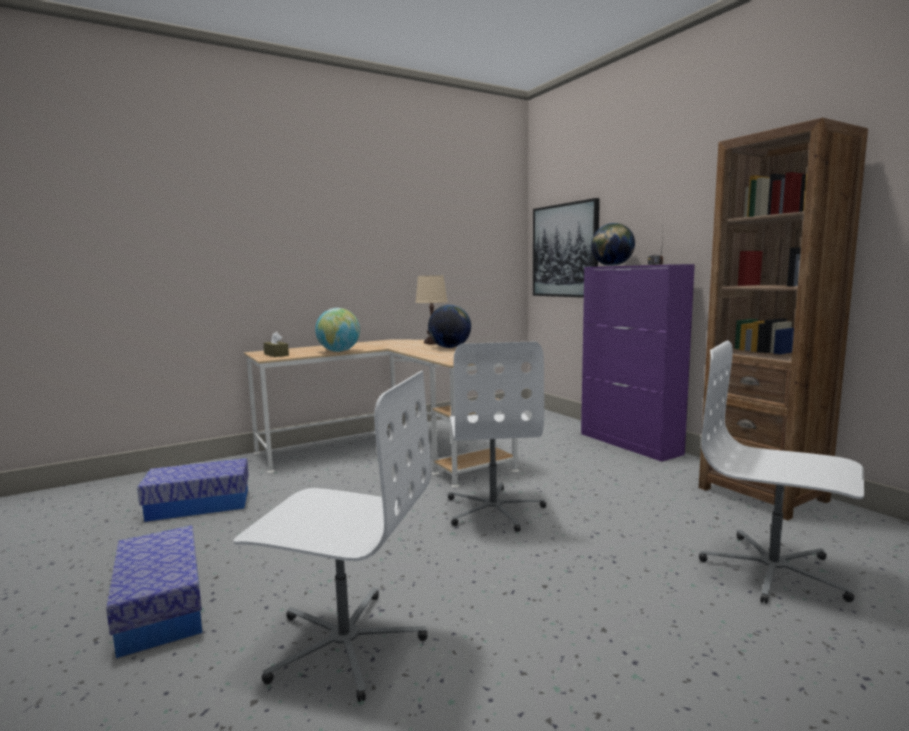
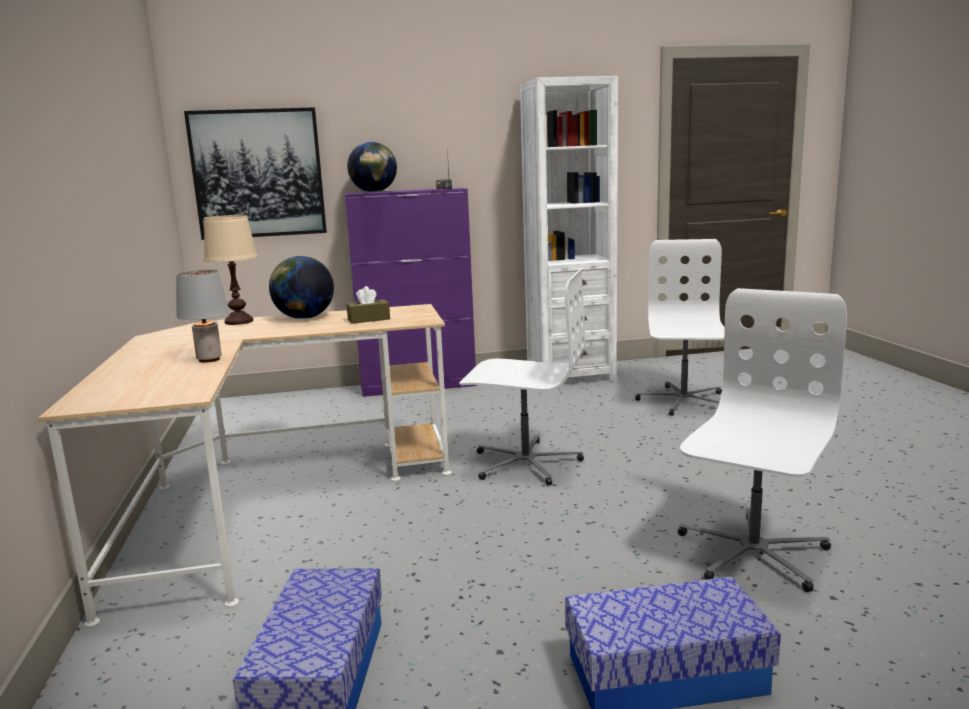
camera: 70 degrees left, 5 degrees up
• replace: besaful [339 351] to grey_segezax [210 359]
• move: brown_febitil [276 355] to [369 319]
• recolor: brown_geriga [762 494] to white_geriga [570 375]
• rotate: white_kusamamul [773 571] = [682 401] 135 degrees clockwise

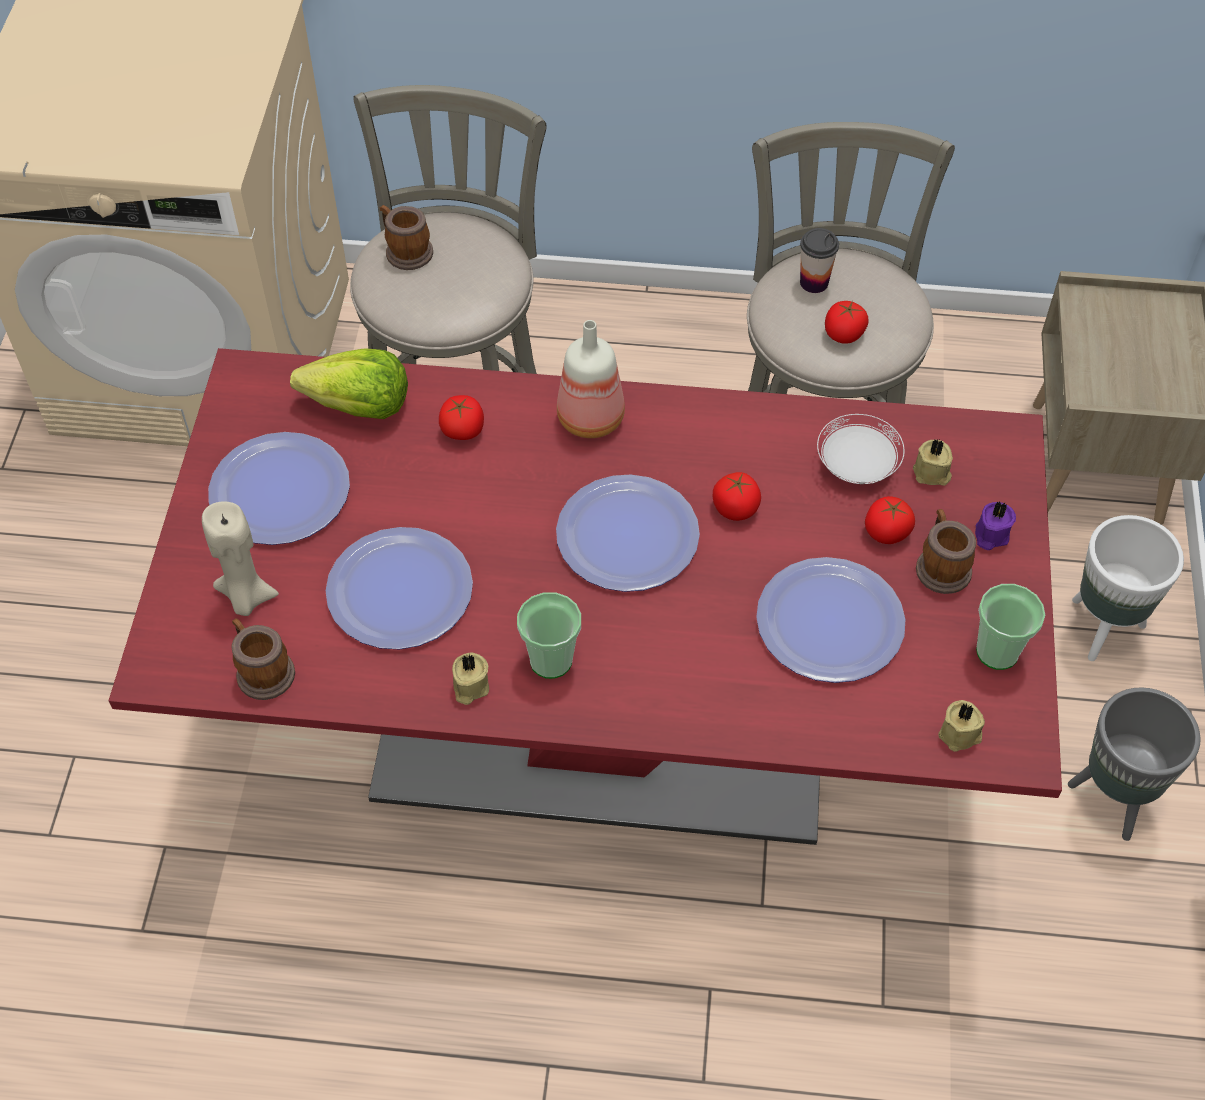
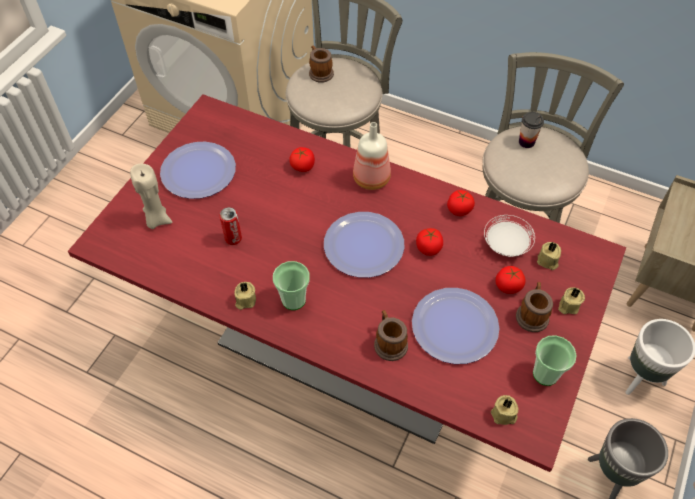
camera: 20 degrees right, 0 degrees up
• replace: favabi [399 590] to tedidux [233 239]
• move: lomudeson [262 670] to [389 342]
• move: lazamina [843 334] to [459 210]
• recolor: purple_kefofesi [990 535] to beige_kefofesi [568 306]
• delete: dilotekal [359 407]

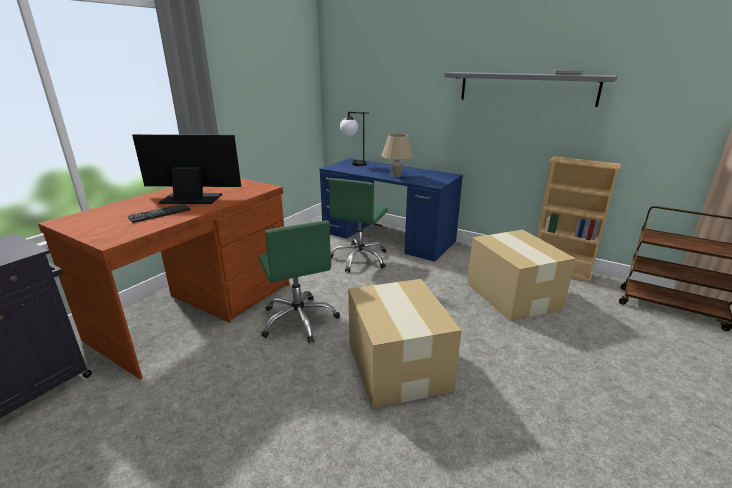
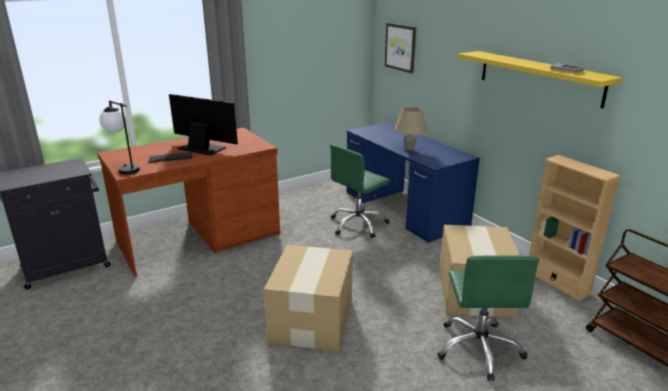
camera: 25 degrees right, 0 degrees up
• move: segezax [353 164] to [124 169]
• insert: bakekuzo [400 47]
• move: green_kusamamul [299 320] to [479 348]
• recolor: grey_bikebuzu [526 88] to yellow_bikebuzu [539 77]

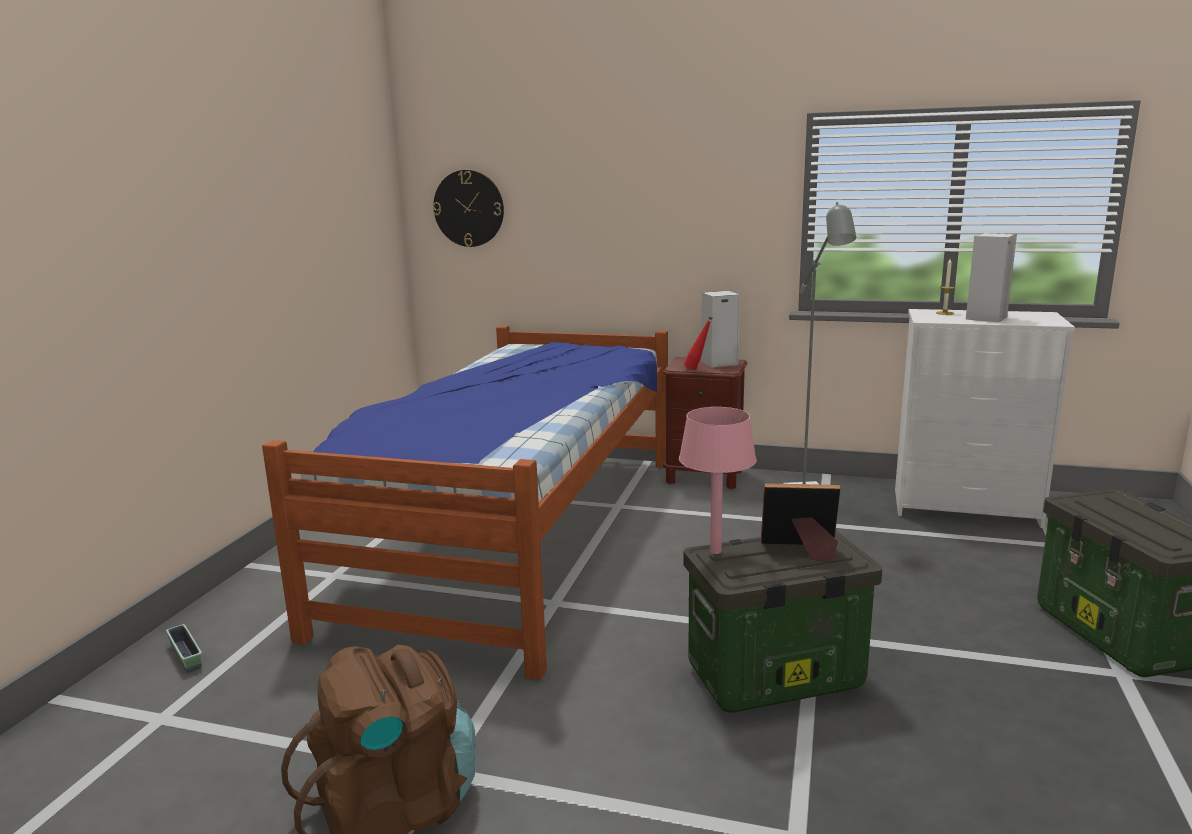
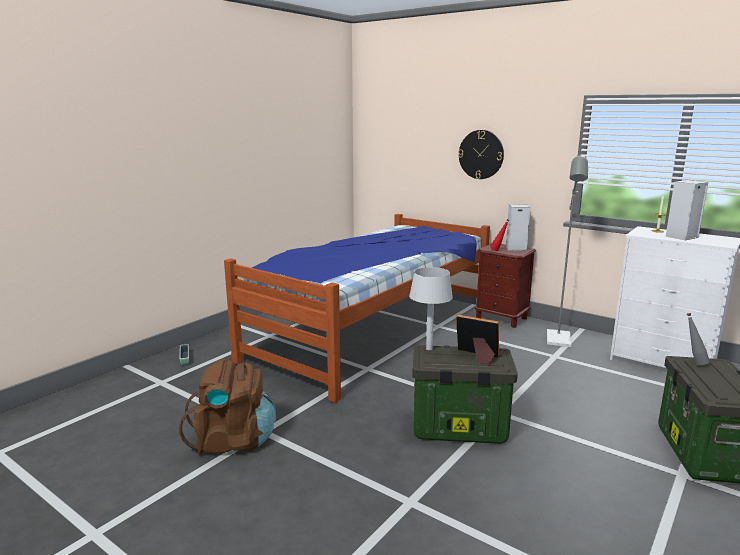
camera: 20 degrees right, 0 degrees up
• recolor: pink_segezax [714 551] to grey_segezax [428 348]
• move: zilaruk [469 208] to [481 154]
• insert: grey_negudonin [693 362]

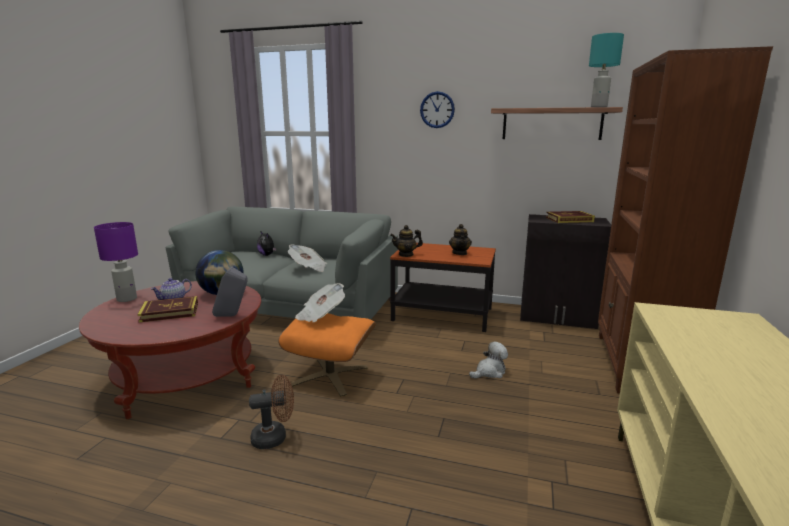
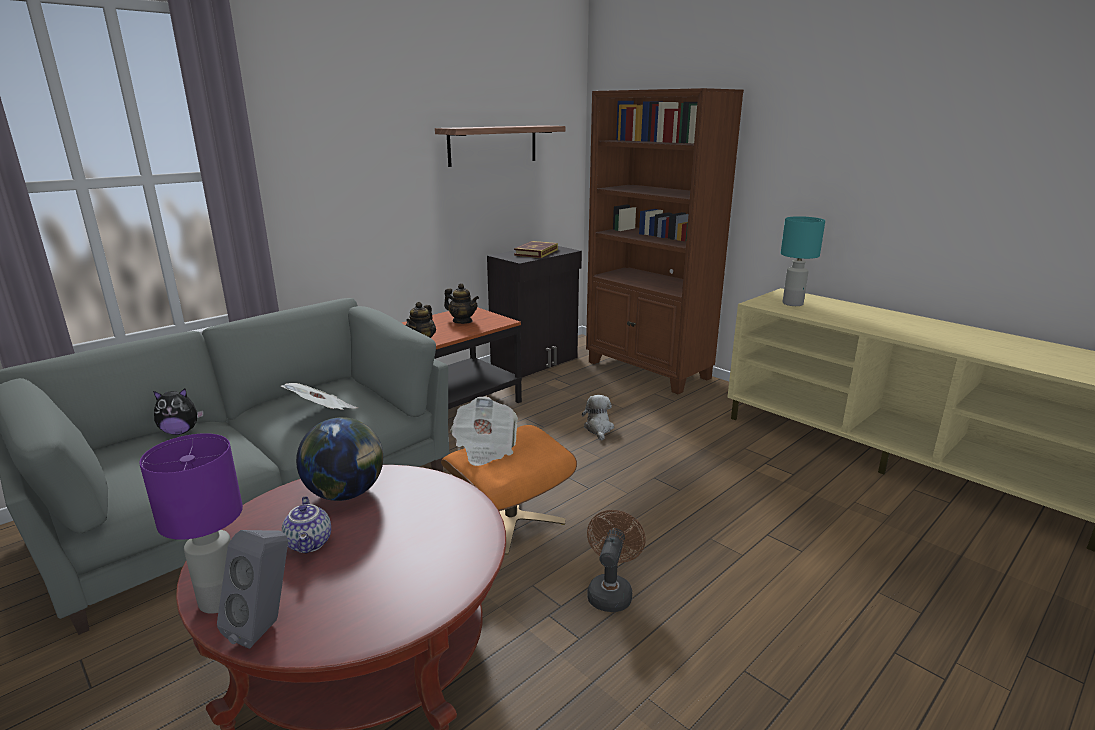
camera: 60 degrees left, 5 degrees up
• move: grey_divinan [232 316] to [266 626]
• move: turquoise_segezax [599 107] to [792 303]
• delete: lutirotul [169 312]
• delete: zilaruk [437 110]

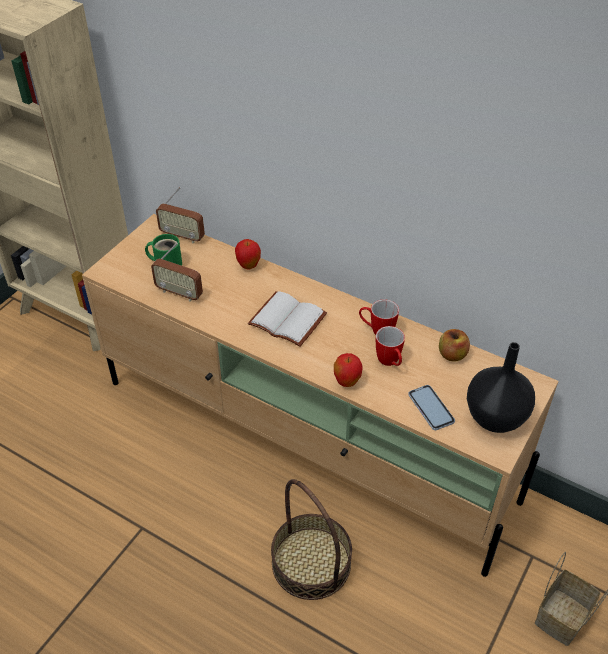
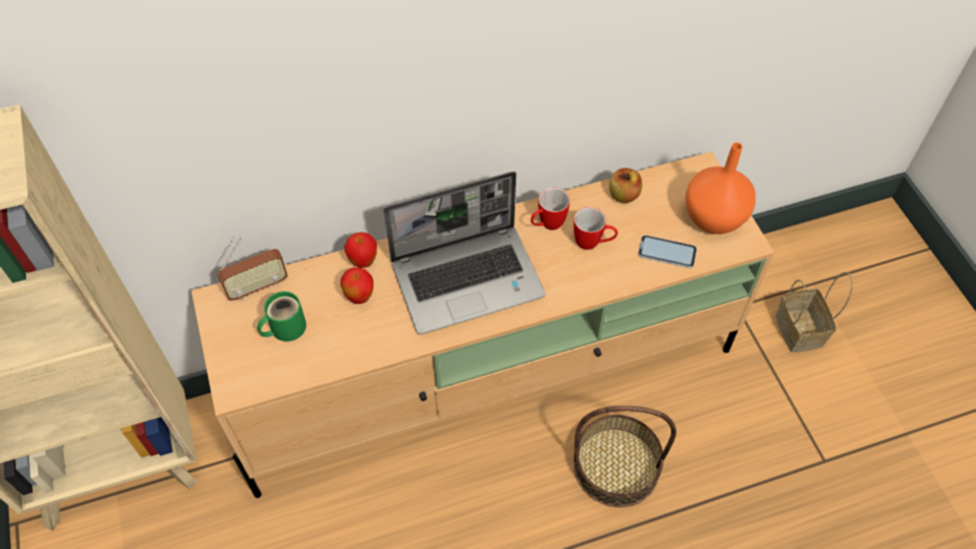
camera: 50 degrees left, 10 degrees up
• move: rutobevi [347 382] to [359 297]
• replace: white_lutirotul [289 319] to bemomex [468 278]
• recolor: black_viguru [496 417] to orange_viguru [714 218]
• delete: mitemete [179 293]

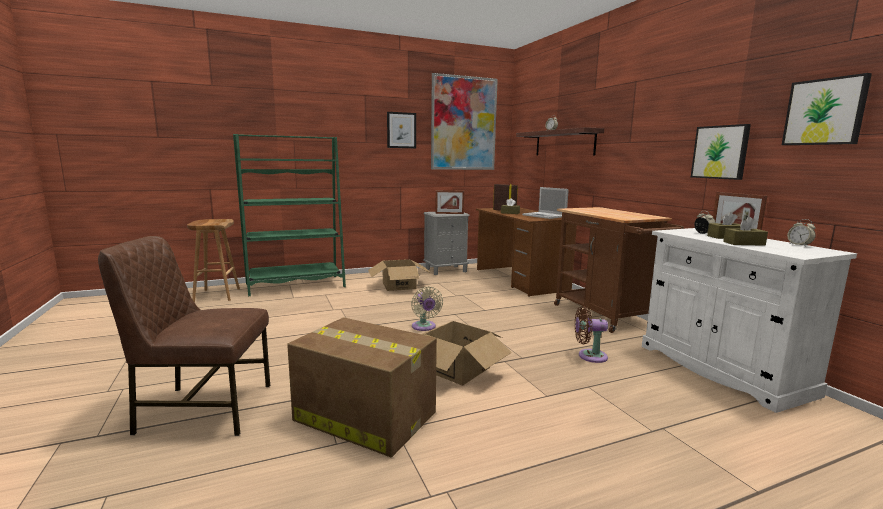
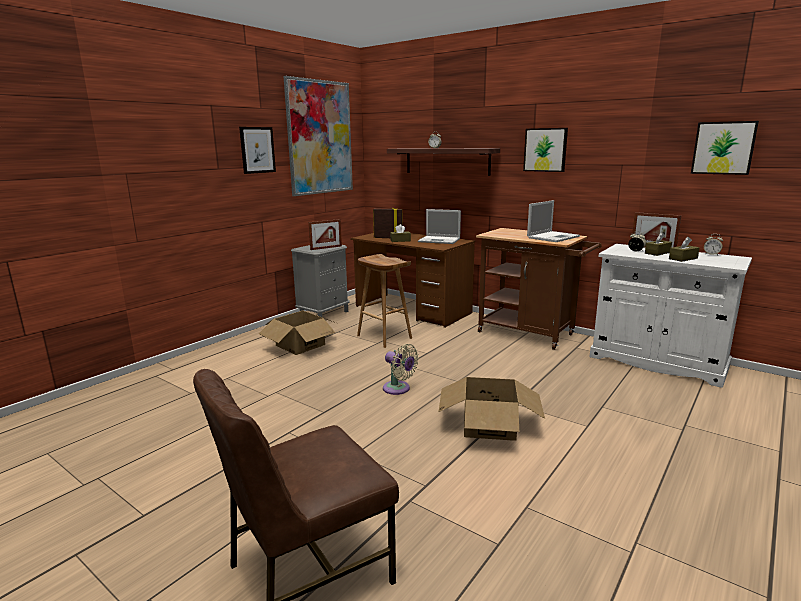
camera: 30 degrees left, 5 degrees up
• move: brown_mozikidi [216 295] to [383 337]
• move: bakekuzo [720 152] to [545 150]
• insert: bemomex [553 237]
• delete: green_geriga [295 285]
• delete: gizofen [363 416]
• delete: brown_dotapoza [589 356]

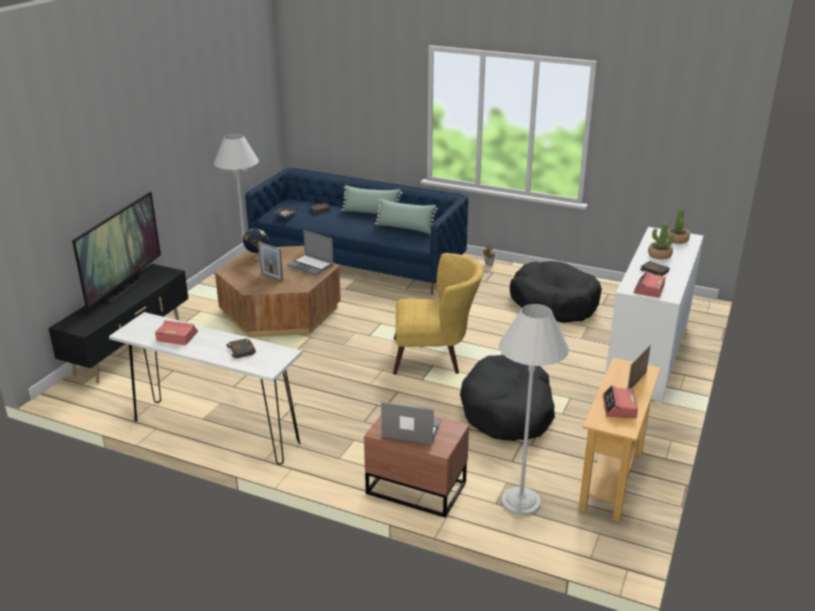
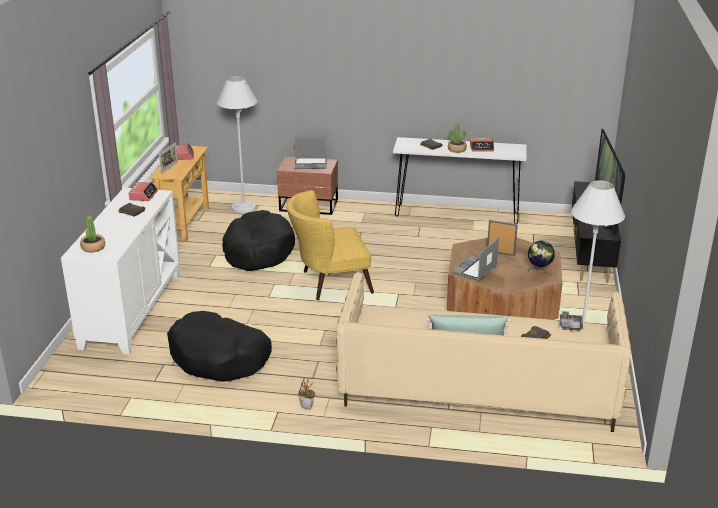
camera: 165 degrees right, 0 degrees up
• recolor: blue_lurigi [358 260] to beige_lurigi [477 388]
• move: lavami [659 255] to [457 149]
• rotate: bemomex [311 266] = [475 270] 75 degrees counterclockwise
• delete: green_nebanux [405 228]

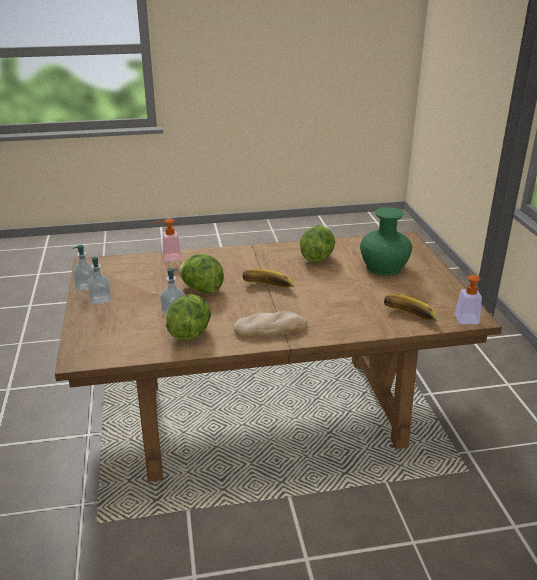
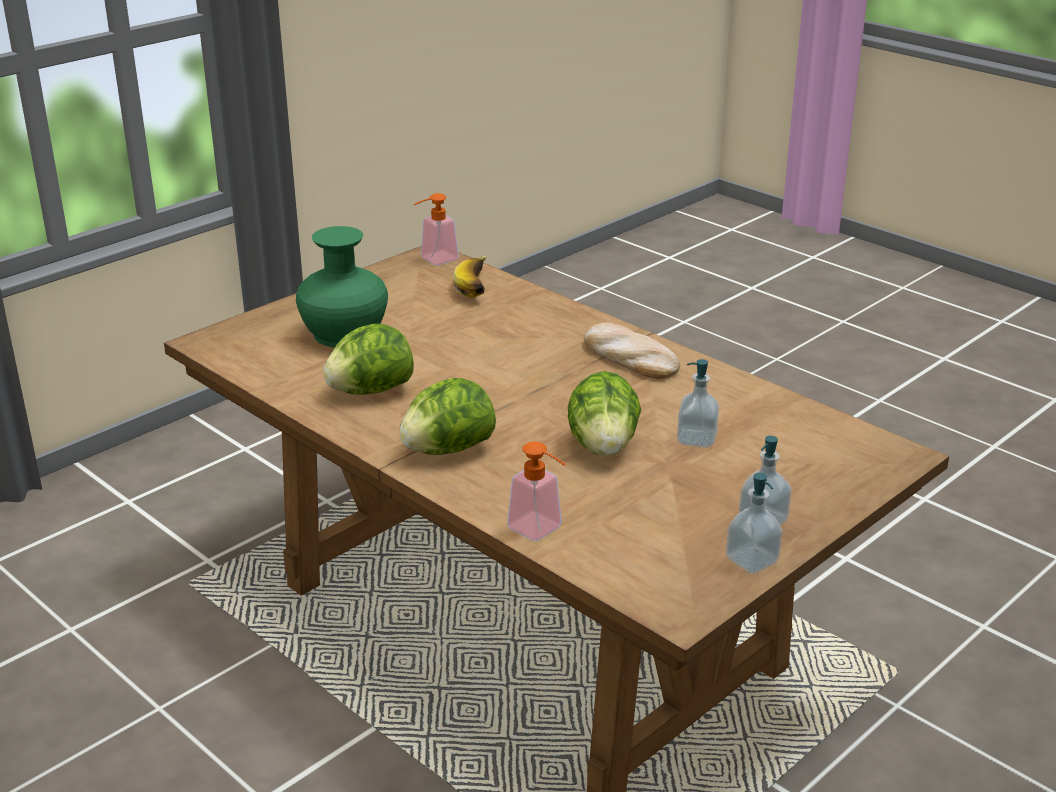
camera: 125 degrees left, 0 degrees up
• move: dilotekal [190 333] to [448 450]
• delete: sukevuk [268 288]

